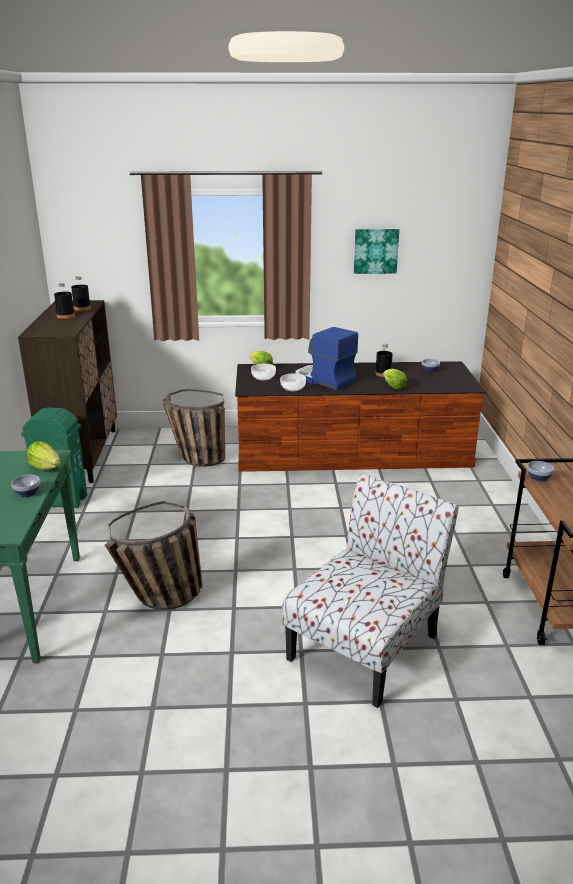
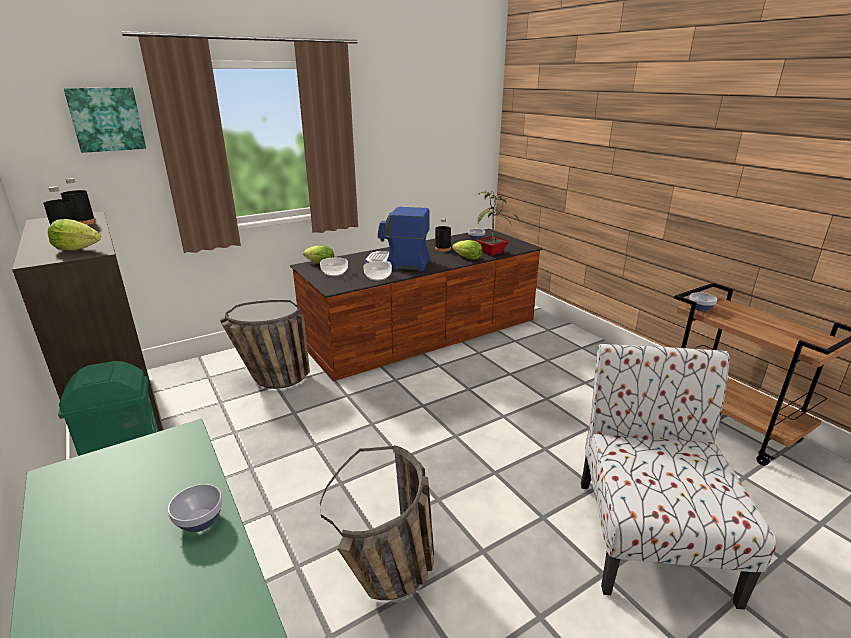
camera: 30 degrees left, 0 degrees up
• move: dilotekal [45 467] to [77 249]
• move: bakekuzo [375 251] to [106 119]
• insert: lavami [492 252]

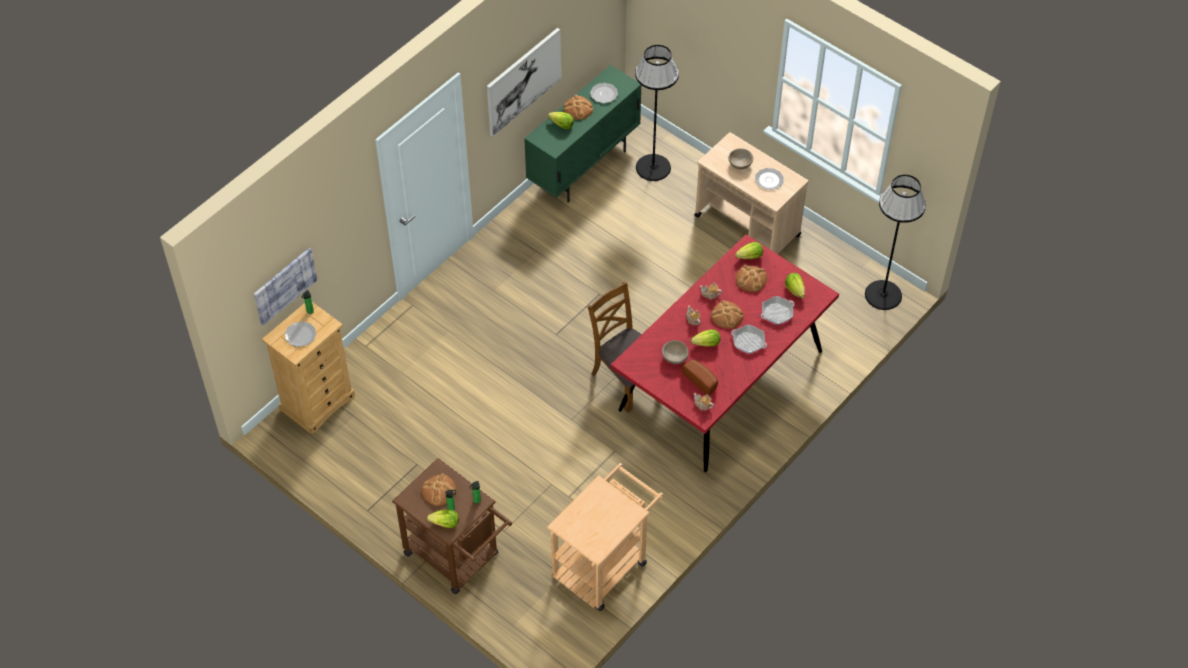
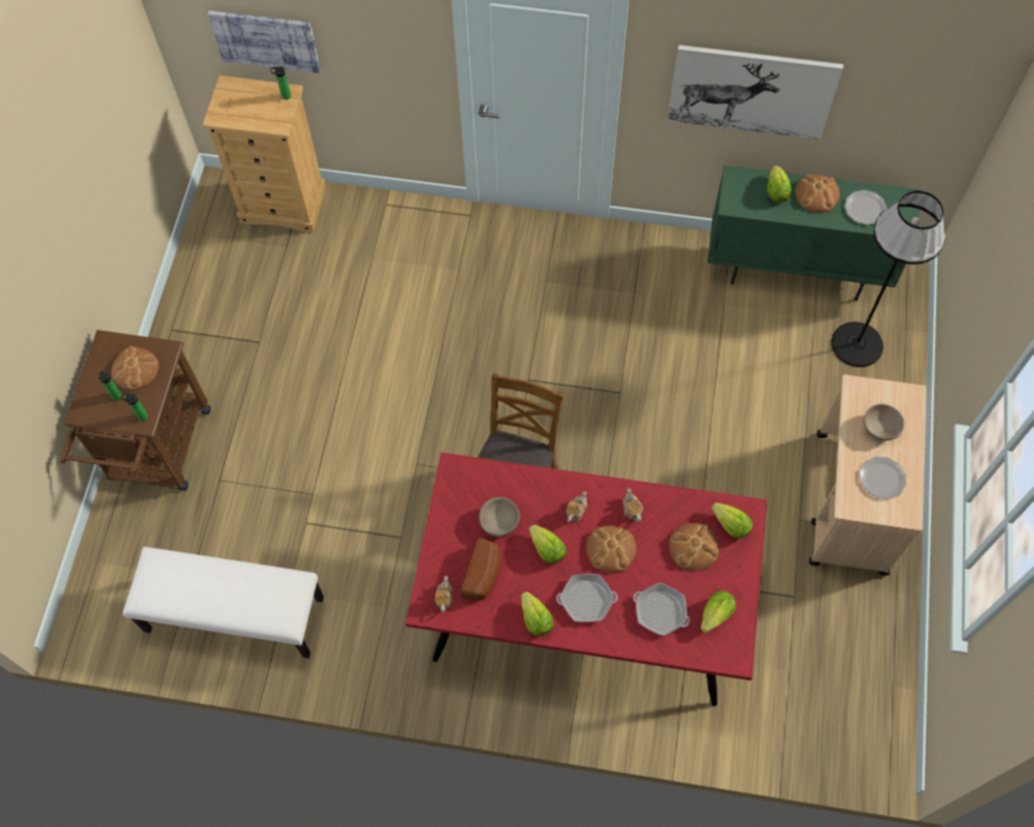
camera: 60 degrees right, 10 degrees up
• replace: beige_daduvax [605 563] to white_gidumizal [233 615]
• move: dilotekal [445 523] to [536 619]
• rotate: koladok [748 341] = [586 600] 90 degrees clockwise
• delete: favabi [300 334]
• delete: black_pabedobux [883 295]

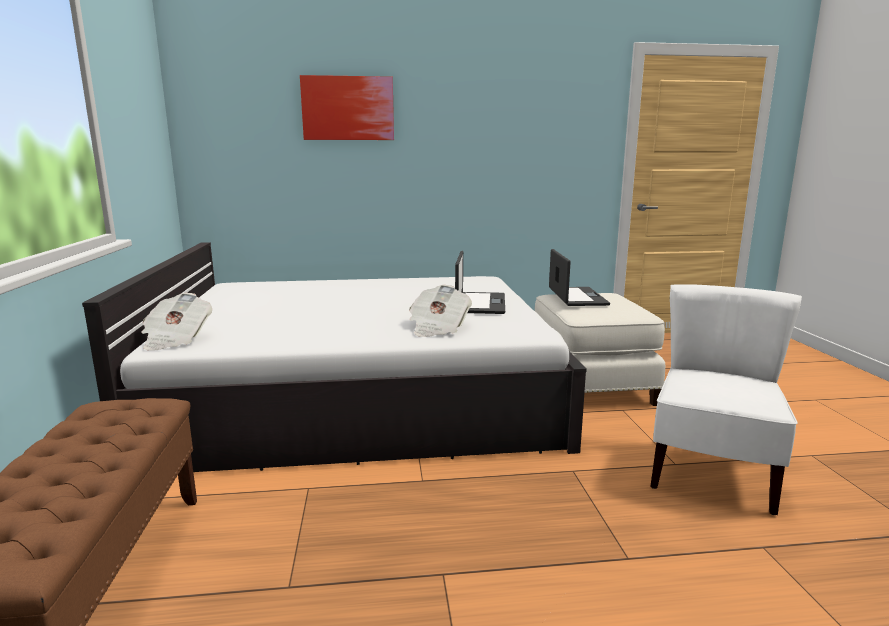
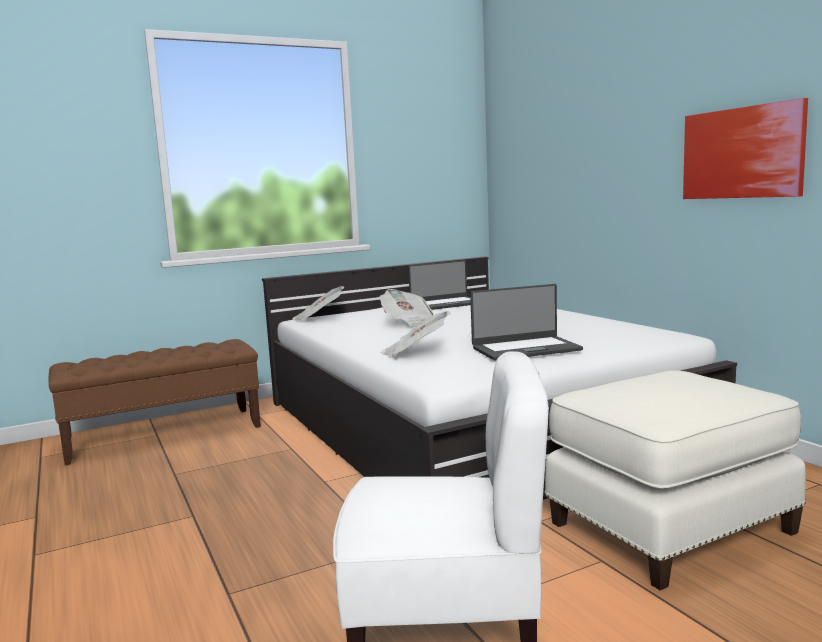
camera: 70 degrees right, 5 degrees down
• insert: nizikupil [408 323]
• move: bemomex [576 297] to [446 304]
• move: bakekuzo [348 108] to [742 153]

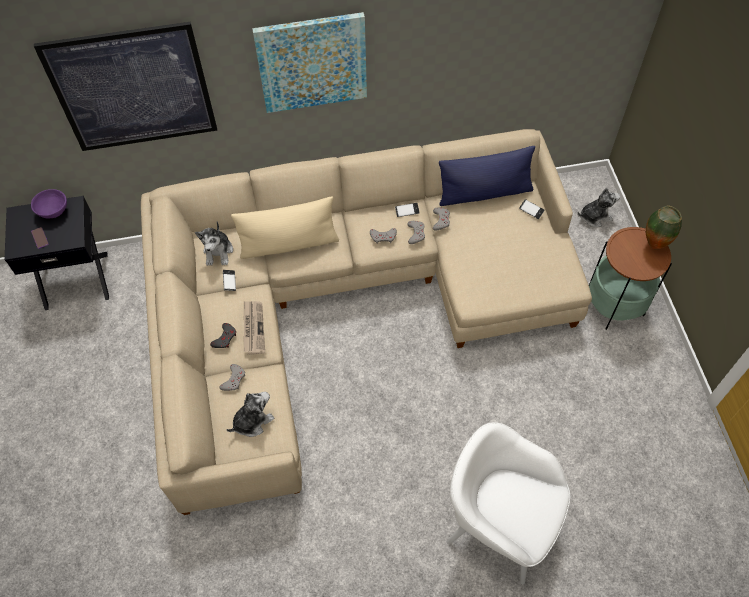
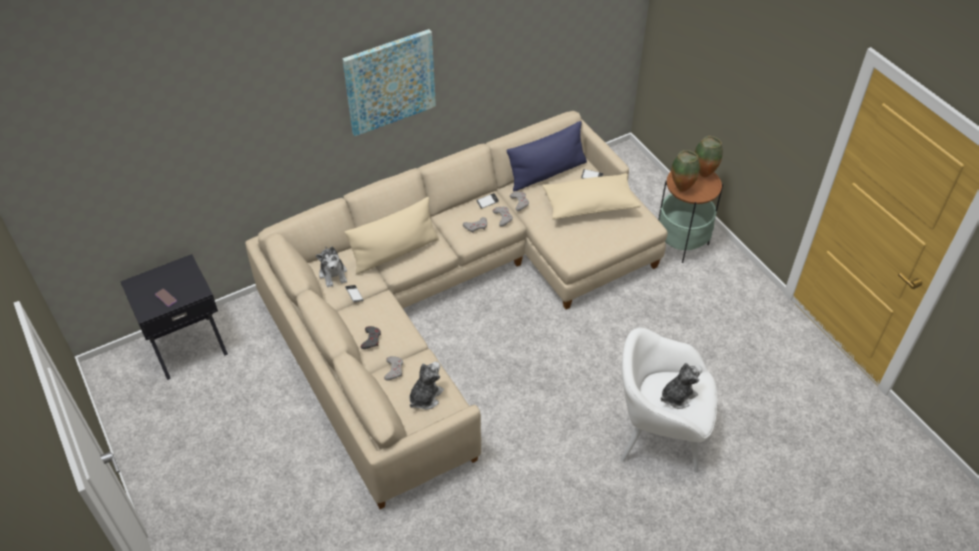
camera: 20 degrees left, 10 degrees down
• insert: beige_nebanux [589 205]
• move: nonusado [594 216] to [677 396]
• insert: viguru [681 188]
• delete: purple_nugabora [53 211]
• delete: bakekuzo [132 89]
• delete: nizikupil [253 328]

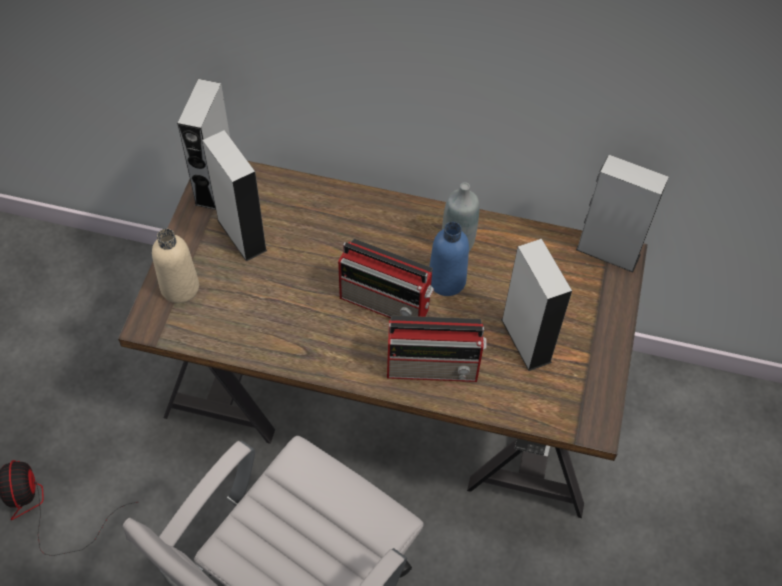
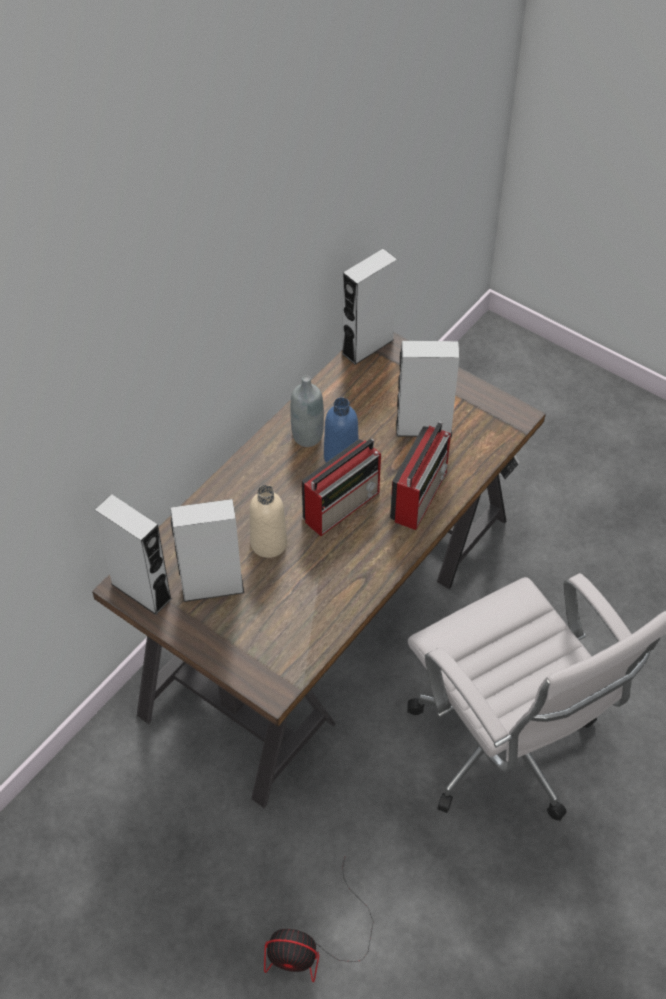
camera: 65 degrees left, 5 degrees down
• move: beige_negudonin [180 287] to [268 543]

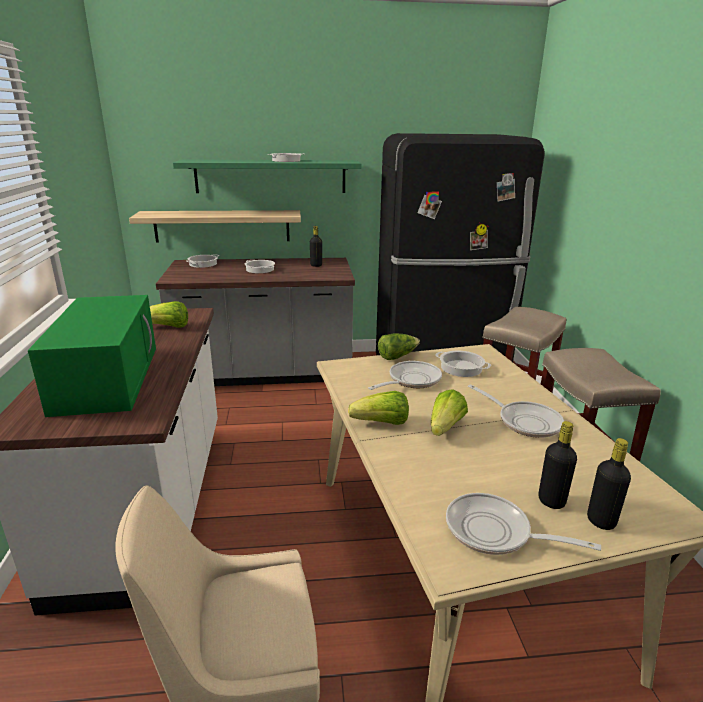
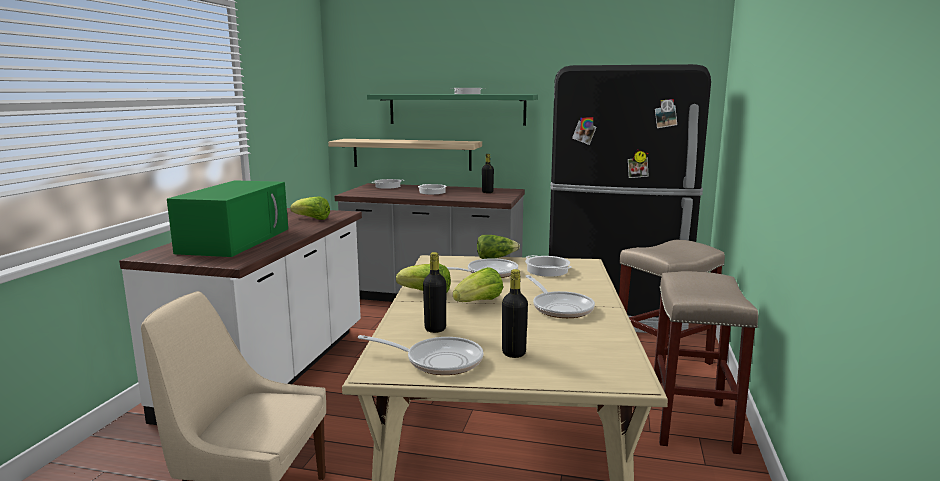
camera: 20 degrees right, 10 degrees down
• rotate: koladok [495 532] = [438 361] 150 degrees clockwise
• move: black_negudonin [601 521] to [435 329]

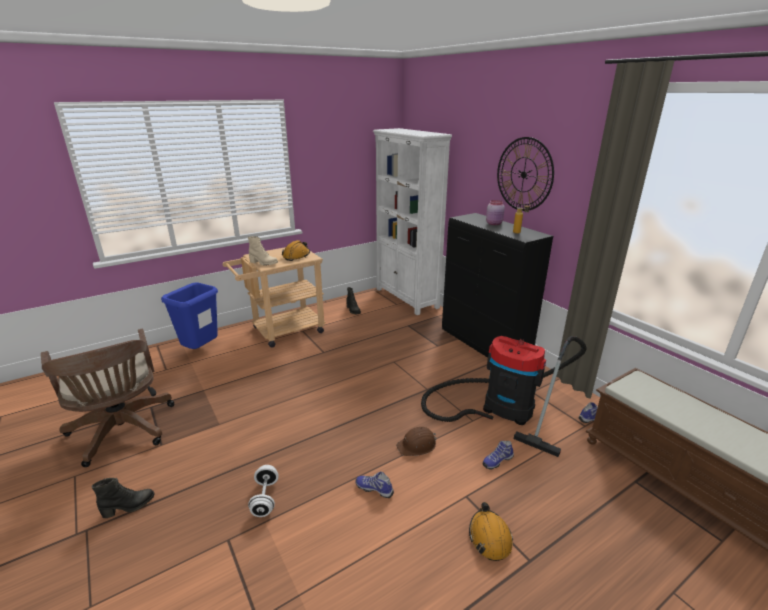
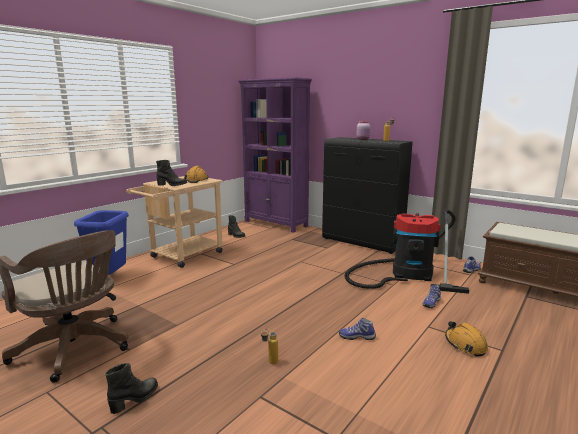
camera: 20 degrees left, 10 degrees down
• recolor: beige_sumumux [263 263] to black_sumumux [172 185]
• recolor: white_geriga [407 298] to purple_geriga [276 224]
• replace: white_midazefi [265 498] to negudonin [269 363]
• delete: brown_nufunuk [417 445]
• delete: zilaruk [524 174]

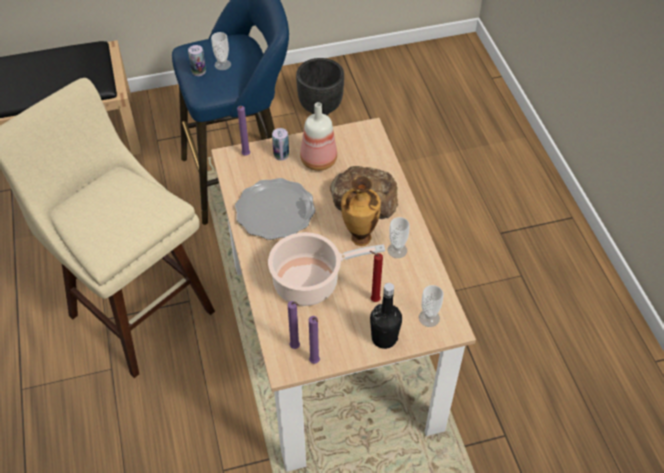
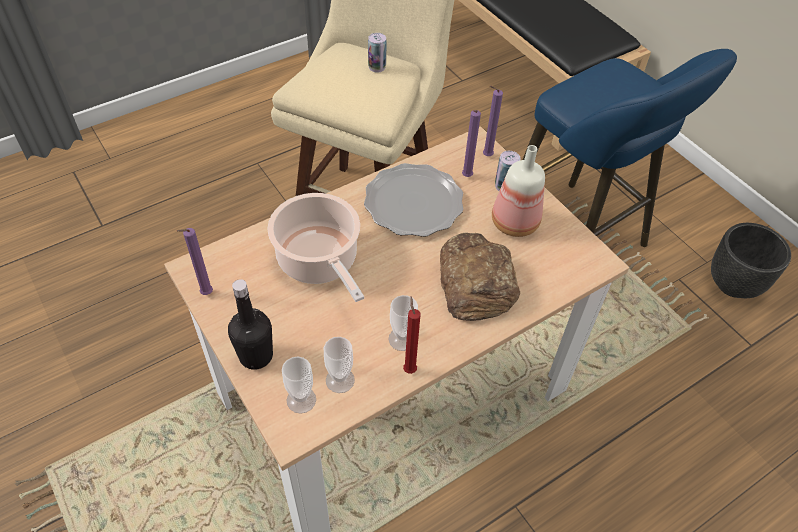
camera: 70 degrees right, 0 degrees up
• move: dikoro [222 64] to [340 380]
• move: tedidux [198 71] to [377 67]
• move: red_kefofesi [373 300] to [409 368]
• move: purple_kefofesi [296 348] to [466 177]
• delete: viguru [359 238]

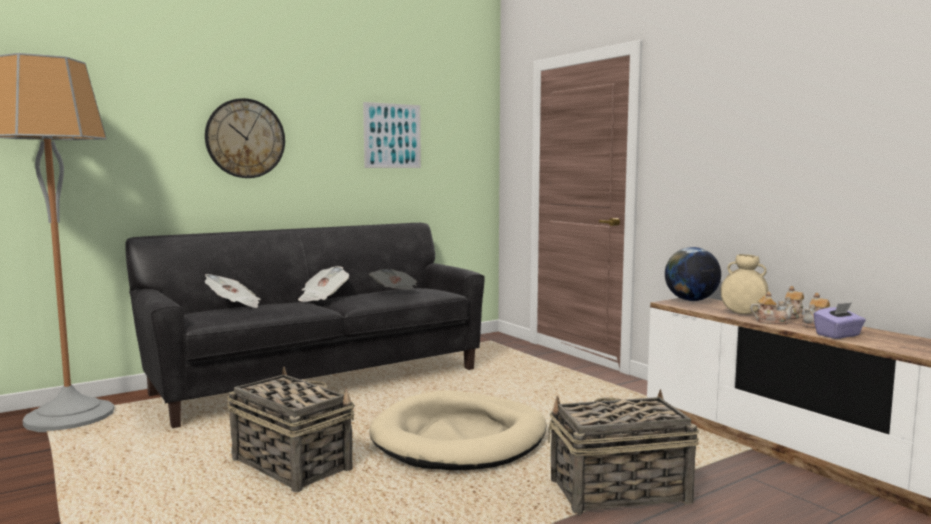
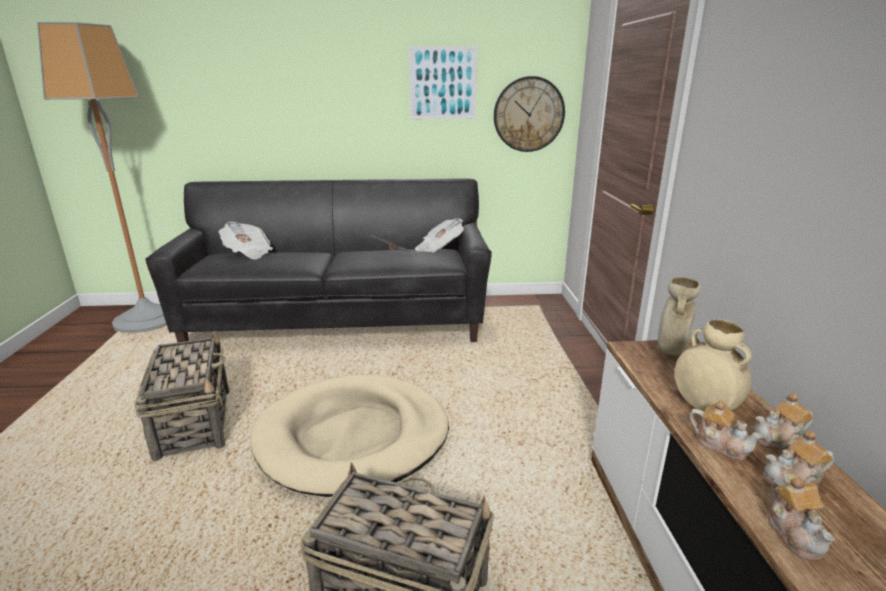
camera: 30 degrees right, 15 degrees up
• move: nizikupil [322 298] to [439 248]
• move: zilaruk [245 138] to [528 114]
• replace: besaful [691 300] to beige_viguru [670 351]
• replace: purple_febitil [838 335] to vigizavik [795 534]

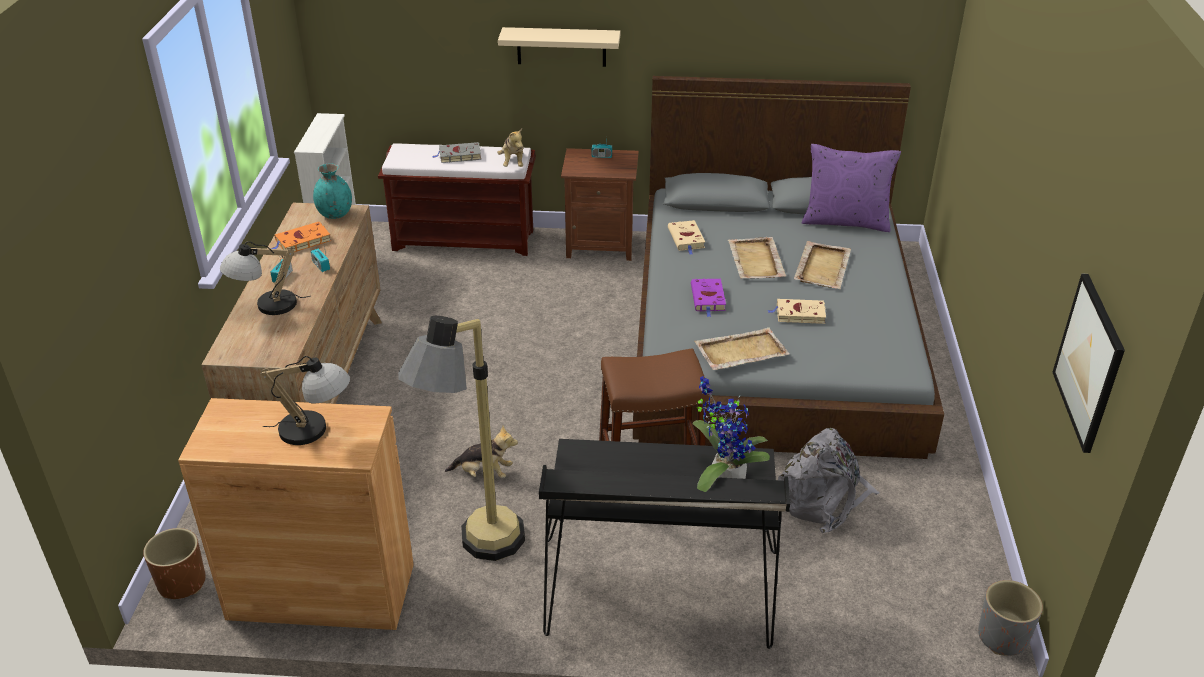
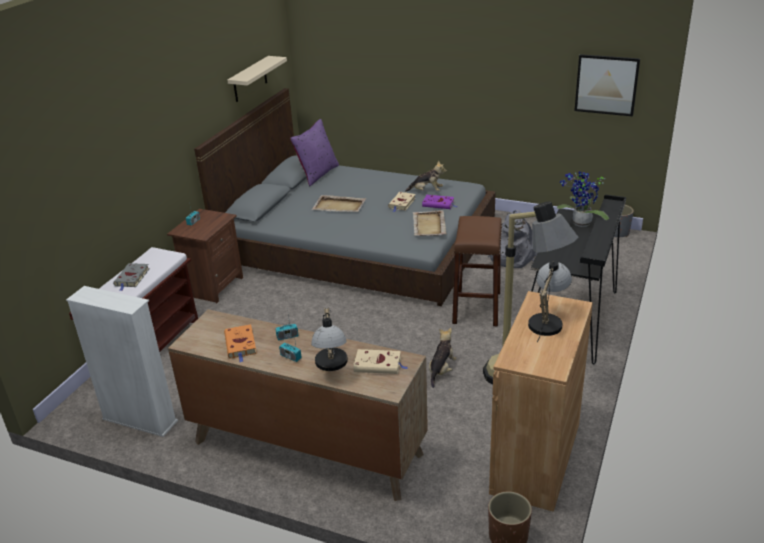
camera: 70 degrees left, 5 degrees down
• move: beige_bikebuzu [561 47] to [250 79]
• move: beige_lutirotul [686 239] to [379 364]
• move: nonusado [513 162] to [427 191]
• move: purple_lutirotul [708 299] to [439 204]
• delete: turquoise_viguru [335 214]
• delete: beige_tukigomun [823 267]

